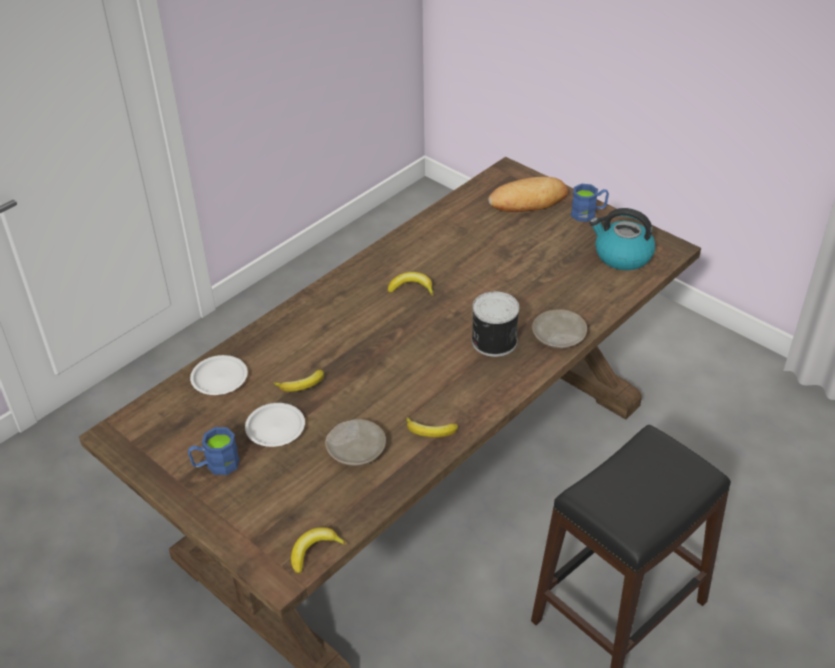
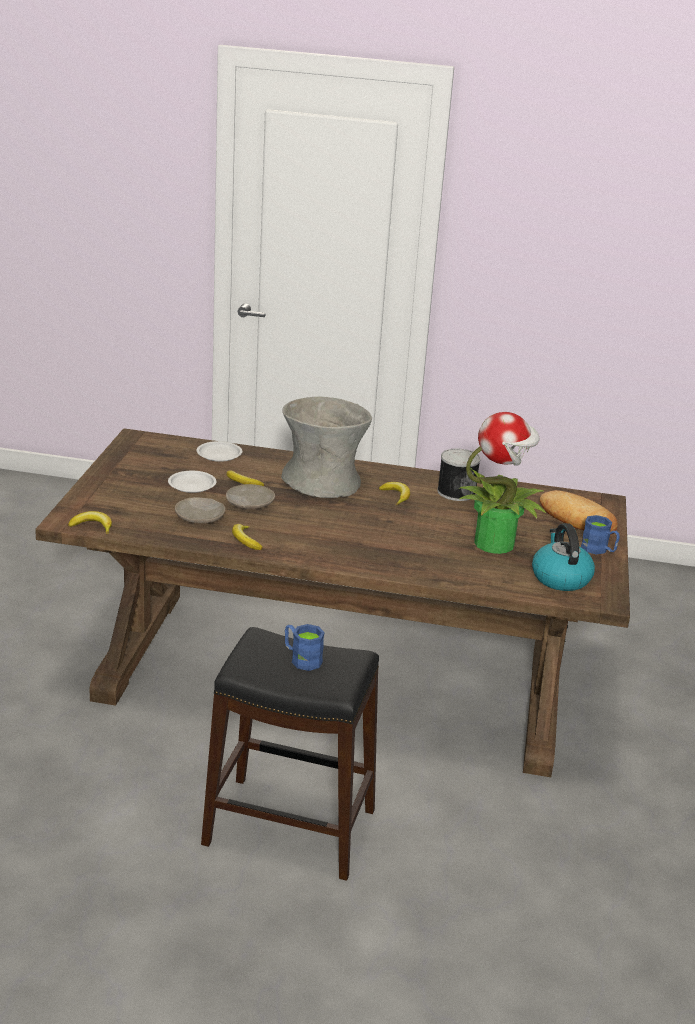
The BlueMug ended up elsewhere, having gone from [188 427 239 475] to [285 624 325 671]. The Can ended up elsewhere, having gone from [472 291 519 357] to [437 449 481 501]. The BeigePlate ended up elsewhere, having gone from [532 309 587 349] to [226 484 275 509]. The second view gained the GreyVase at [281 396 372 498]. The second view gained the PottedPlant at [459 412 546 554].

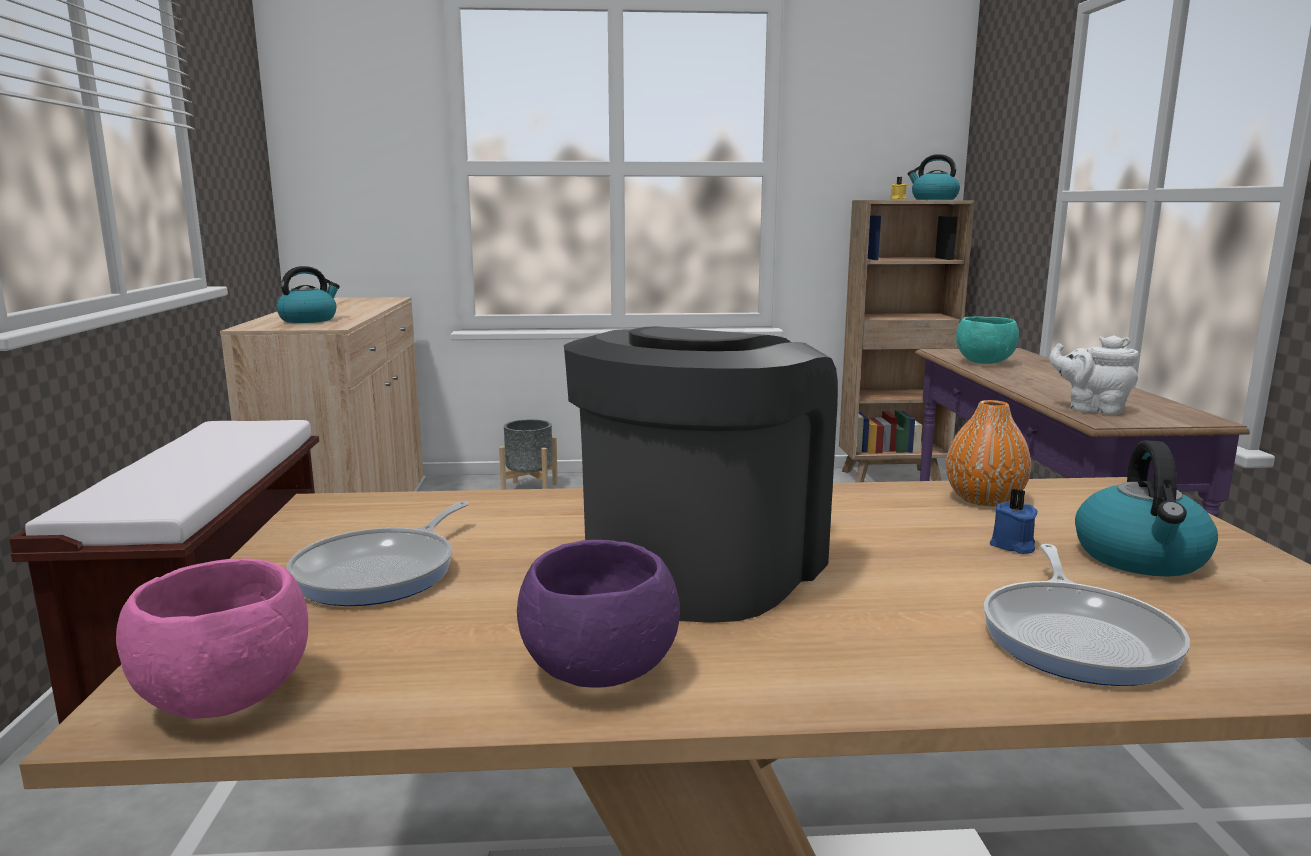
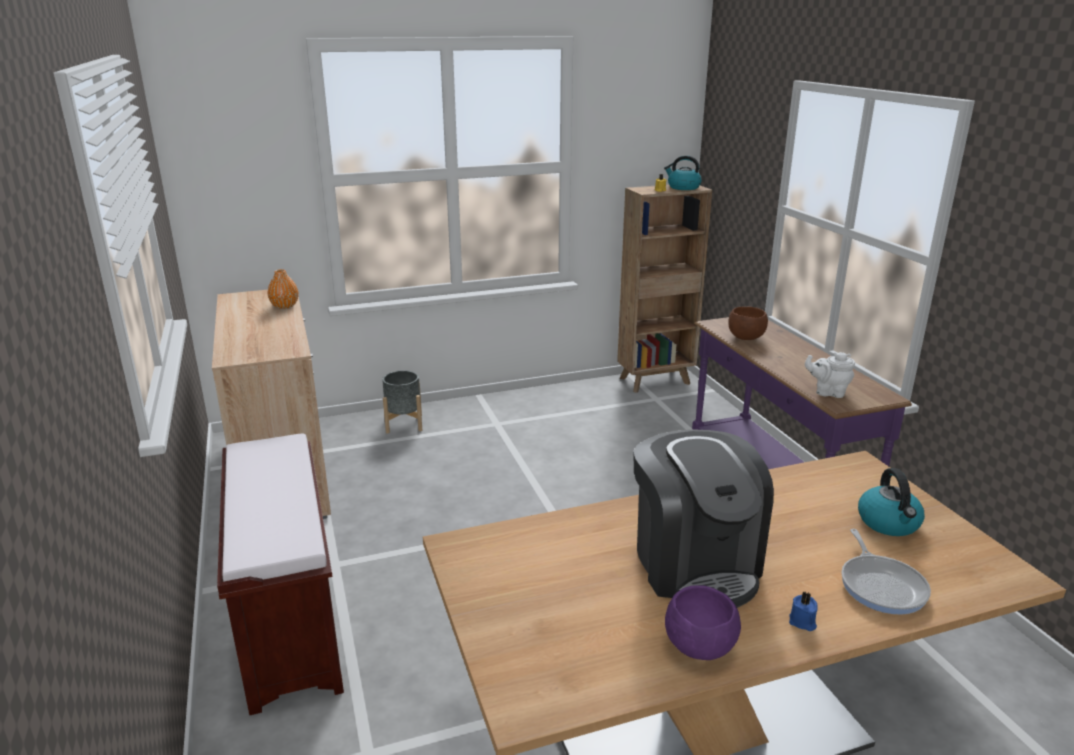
The second view lost the PinkBowl at [116 558 308 719]. The second view lost the Kettle at [276 266 340 323]. The second view lost the FryingPan at [286 501 468 606]. The CoffeeMachine at [564 326 838 623] ended up facing another way, 150 degrees clockwise from before. The OrangeVase ended up elsewhere, having gone from [946 400 1031 506] to [268 269 298 309]. What was the TurquoiseBowl at [956 316 1019 364] turned into the BrownBowl at [728 306 768 340]. The BlueCandle ended up elsewhere, having gone from [990 489 1038 554] to [789 592 818 631].

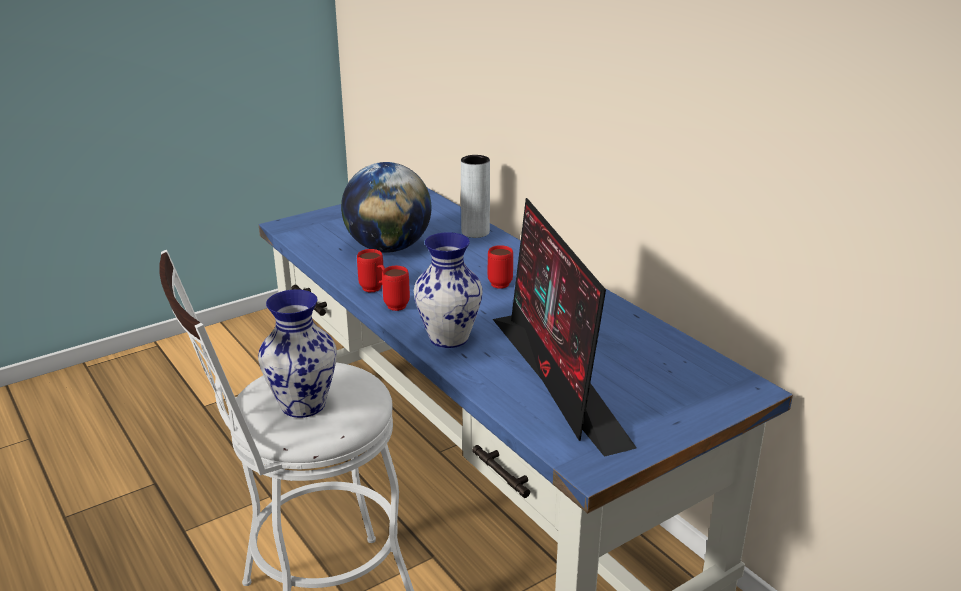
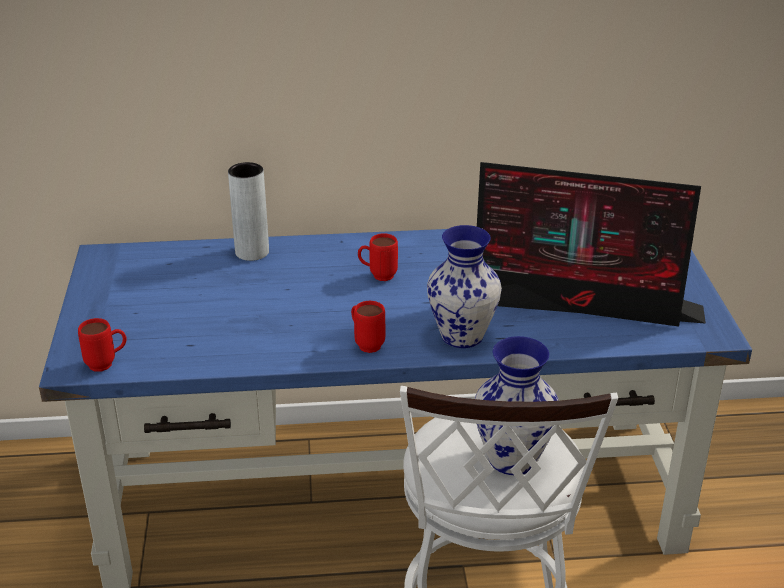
The second view lost the Globe at [341 162 431 253]. The RedMug ended up elsewhere, having gone from [357 249 385 292] to [78 318 127 372].

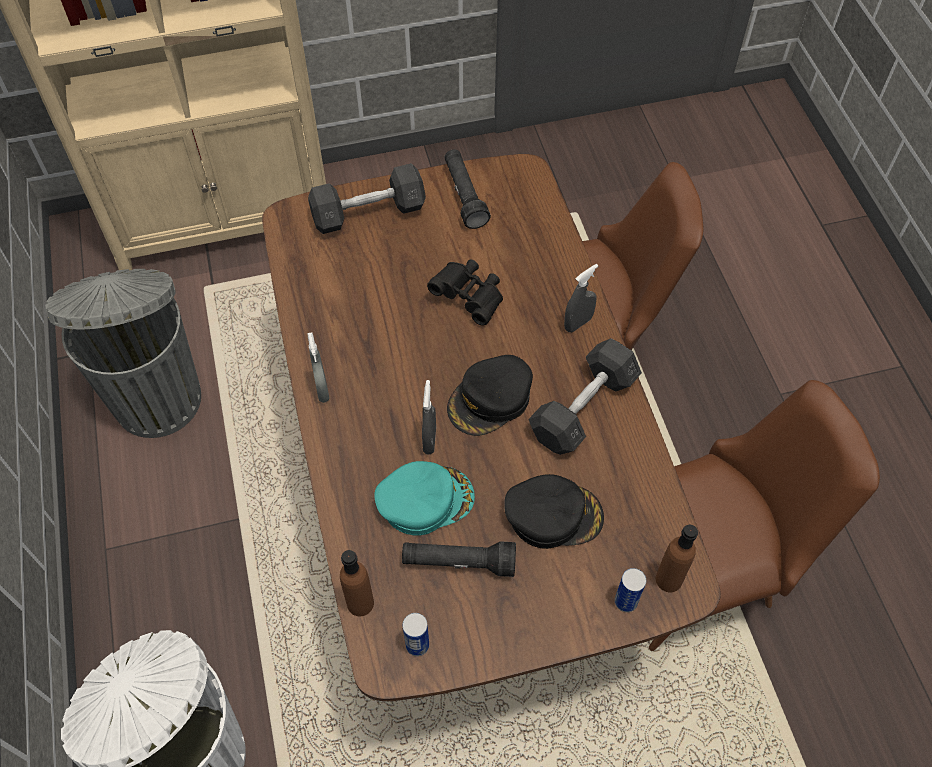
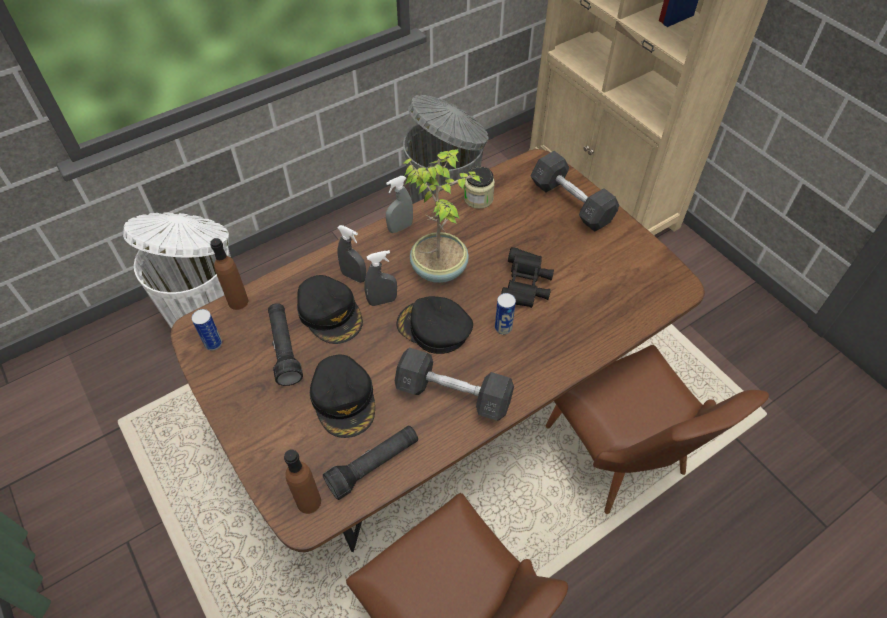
What was the TurquoiseCap at [374 461 475 536] turned into the BlackCap at [297 275 363 344]. The BlackFlashlight ended up elsewhere, having gone from [444 149 491 229] to [323 426 418 500]. The GreySprayBottle ended up elsewhere, having gone from [564 264 598 332] to [337 225 366 283]. The Can ended up elsewhere, having gone from [615 568 646 612] to [495 293 516 334]. The second view gained the PottedPlant at [403 149 482 283]. The second view gained the Jar at [464 166 495 209].

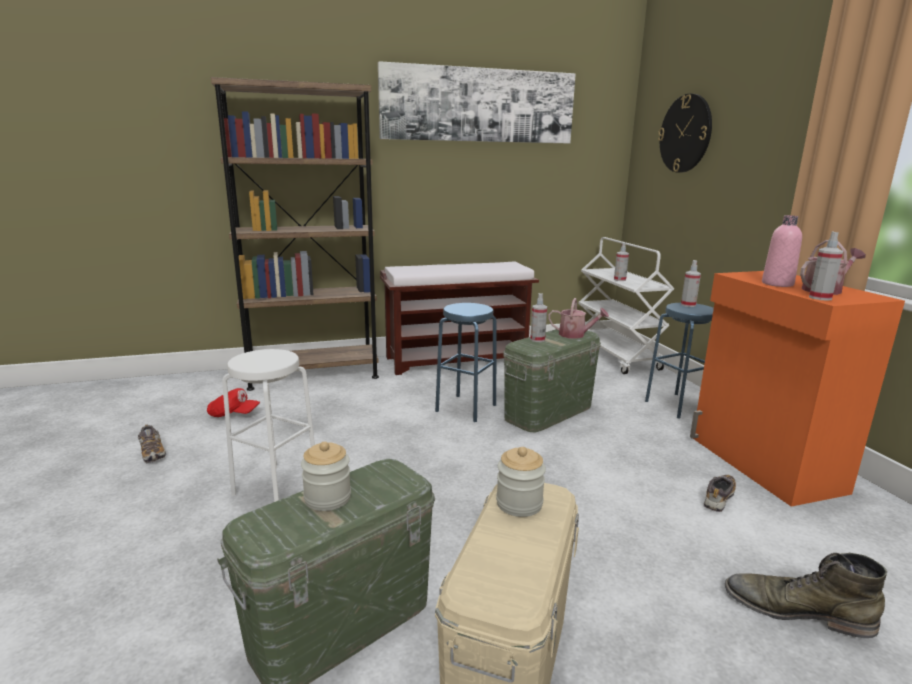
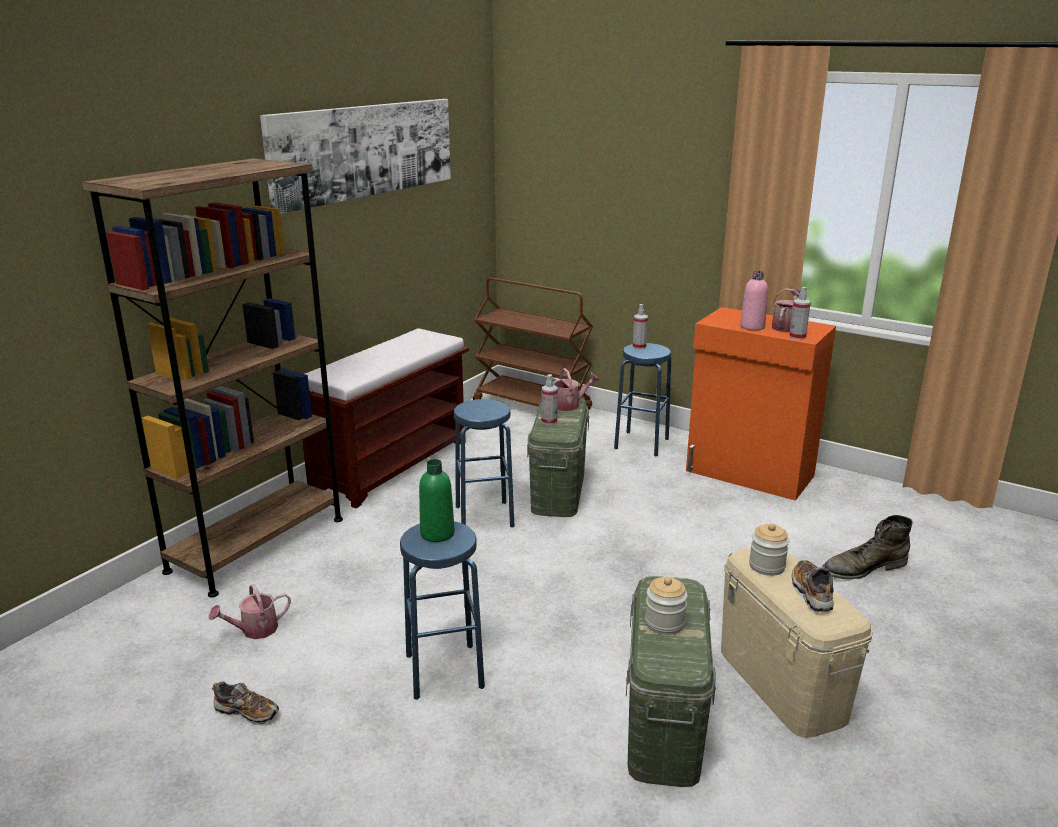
Where the RedCap stood at [207 388 260 417], the WateringCan came to stand at [209 584 291 639]. What was the WhiteStool at [222 349 315 502] turned into the BlueStool at [400 521 485 700]. What was the WhiteCart at [578 237 675 374] turned into the BrownCart at [473 278 593 410]. The second view lost the SprayBottle at [614 242 629 281]. The second view lost the WallClock at [658 94 712 173]. The Shoe ended up elsewhere, having gone from [704 475 736 512] to [792 560 834 613]. The second view gained the GreenBottle at [419 459 455 542].

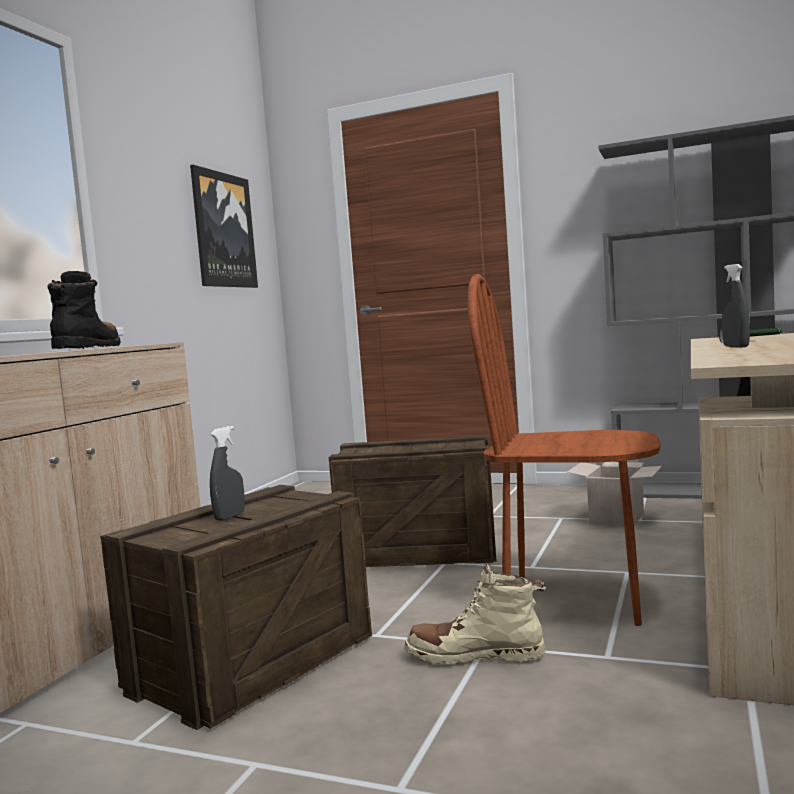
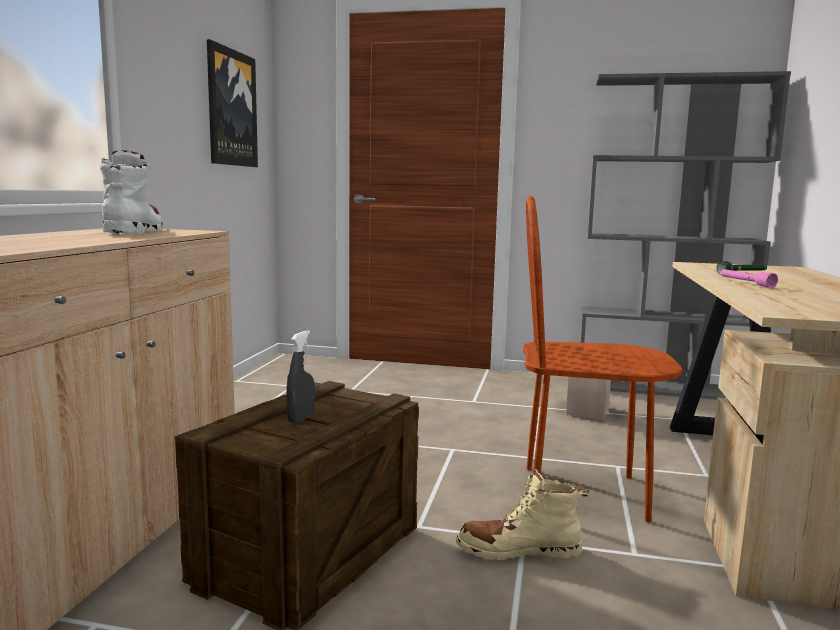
What was the BlackBoot at [48 271 121 349] turned into the WhiteBoot at [100 150 163 235]. The second view lost the Crate at [329 435 497 567]. Where the GreySprayBottle stood at [722 264 750 348], the PinkFlashlight came to stand at [721 269 778 288].

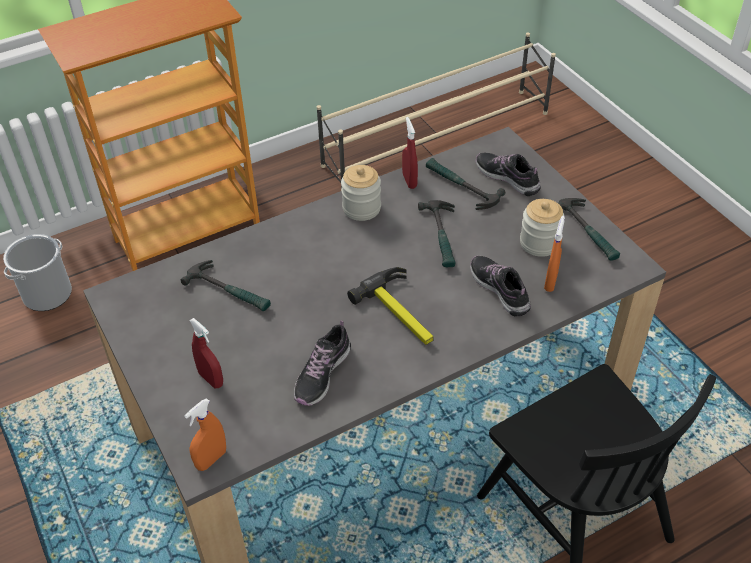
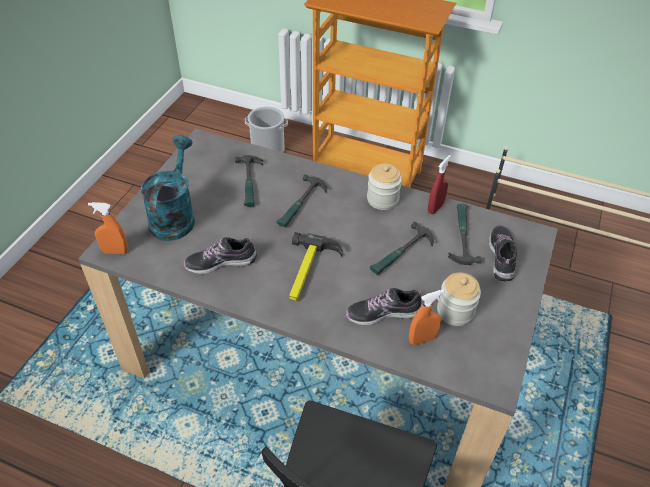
Where the RedSprayBottle stood at [190 318 223 388], the TurquoiseWateringCan came to stand at [141 135 195 241]. The Shoe at [470 256 531 316] ended up facing another way, 120 degrees counterclockwise from before. The Hammer ended up elsewhere, having gone from [558 198 620 261] to [277 174 327 227].

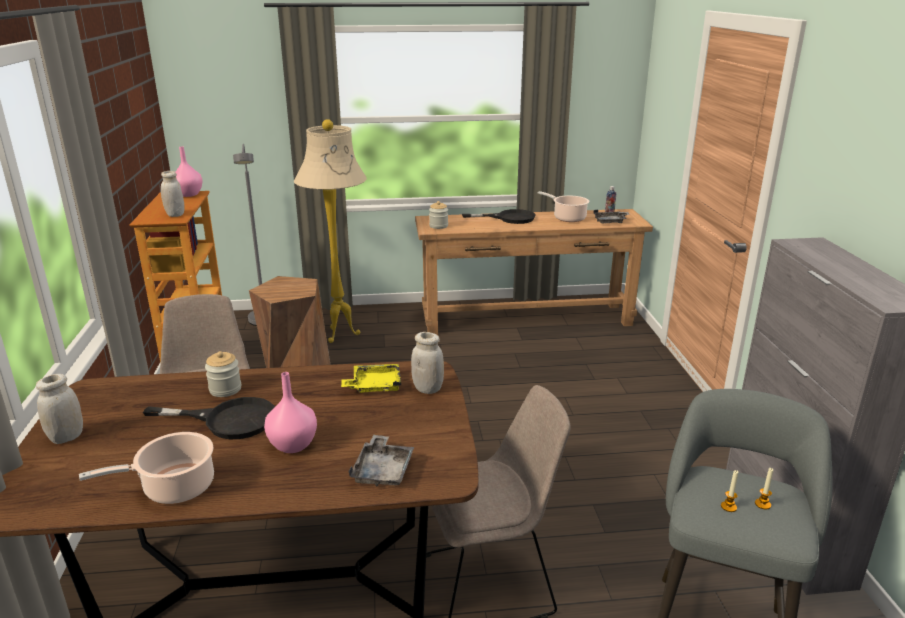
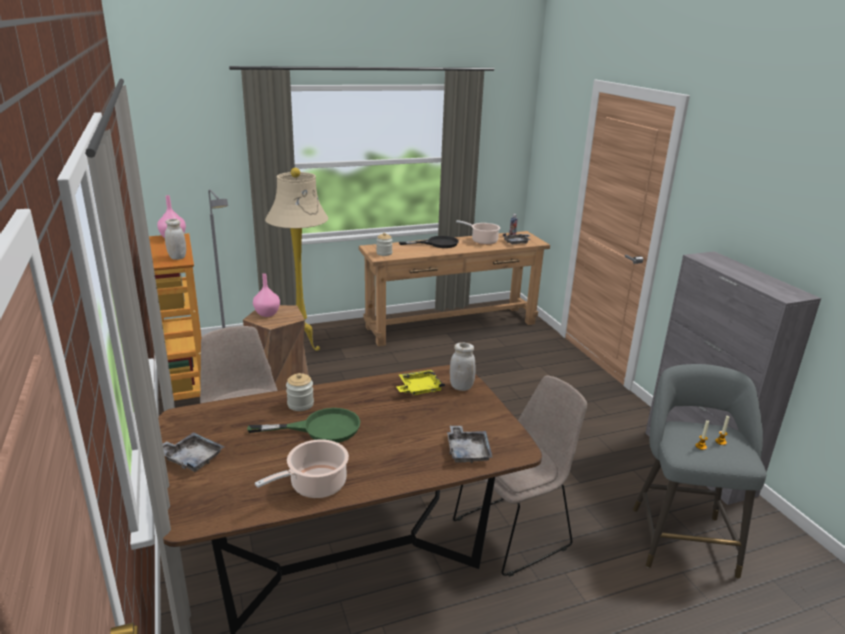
Where the WhiteJar stood at [36 374 83 444], the GreyTray came to stand at [163 432 225 472]. What was the BlackFryingPan at [143 397 275 439] turned into the GreenFryingPan at [247 408 360 443]. The PinkVase ended up elsewhere, having gone from [264 372 317 453] to [253 273 280 317].

